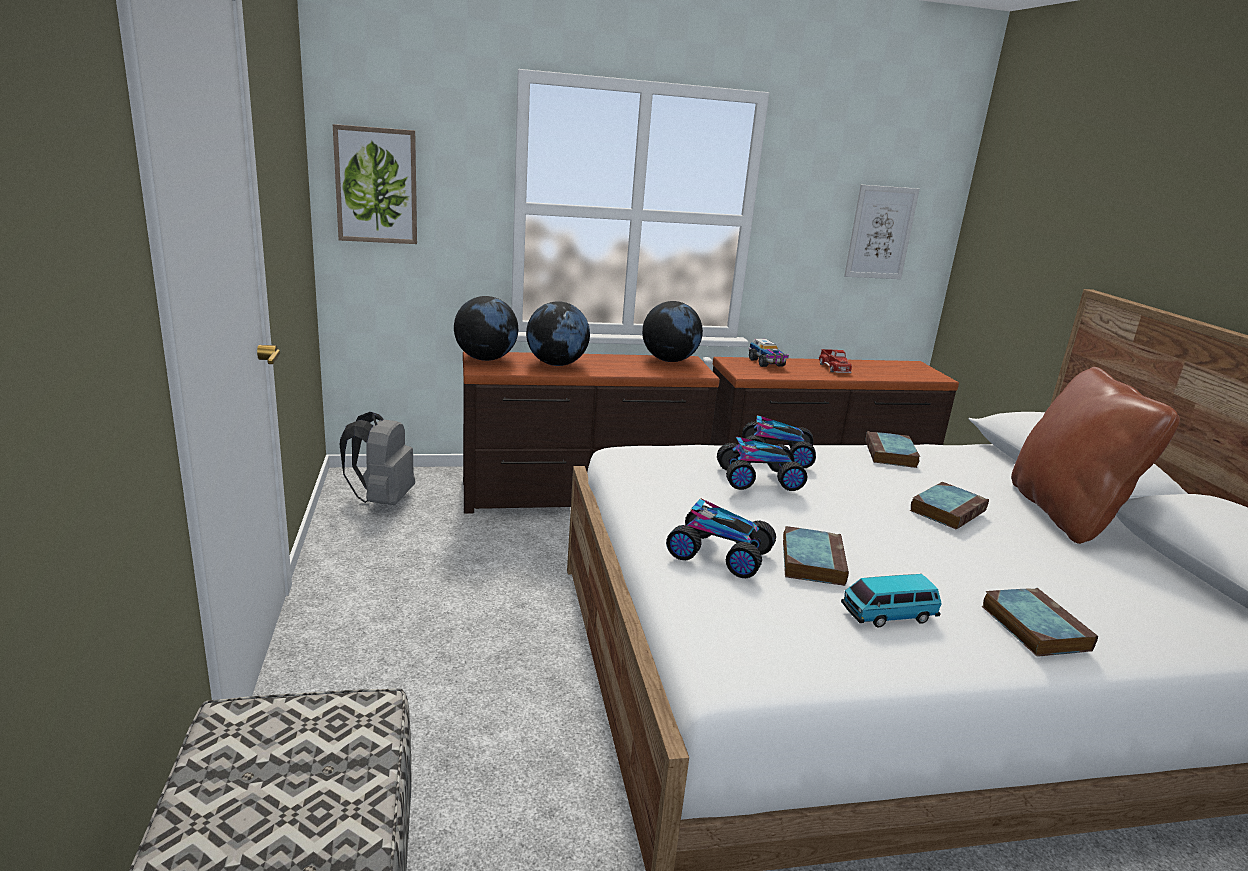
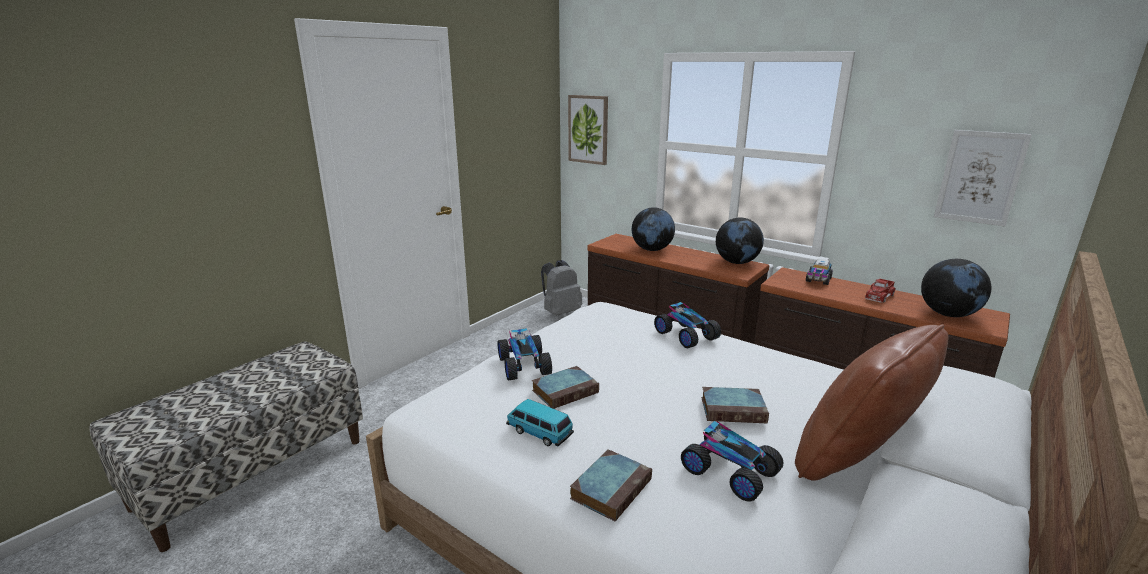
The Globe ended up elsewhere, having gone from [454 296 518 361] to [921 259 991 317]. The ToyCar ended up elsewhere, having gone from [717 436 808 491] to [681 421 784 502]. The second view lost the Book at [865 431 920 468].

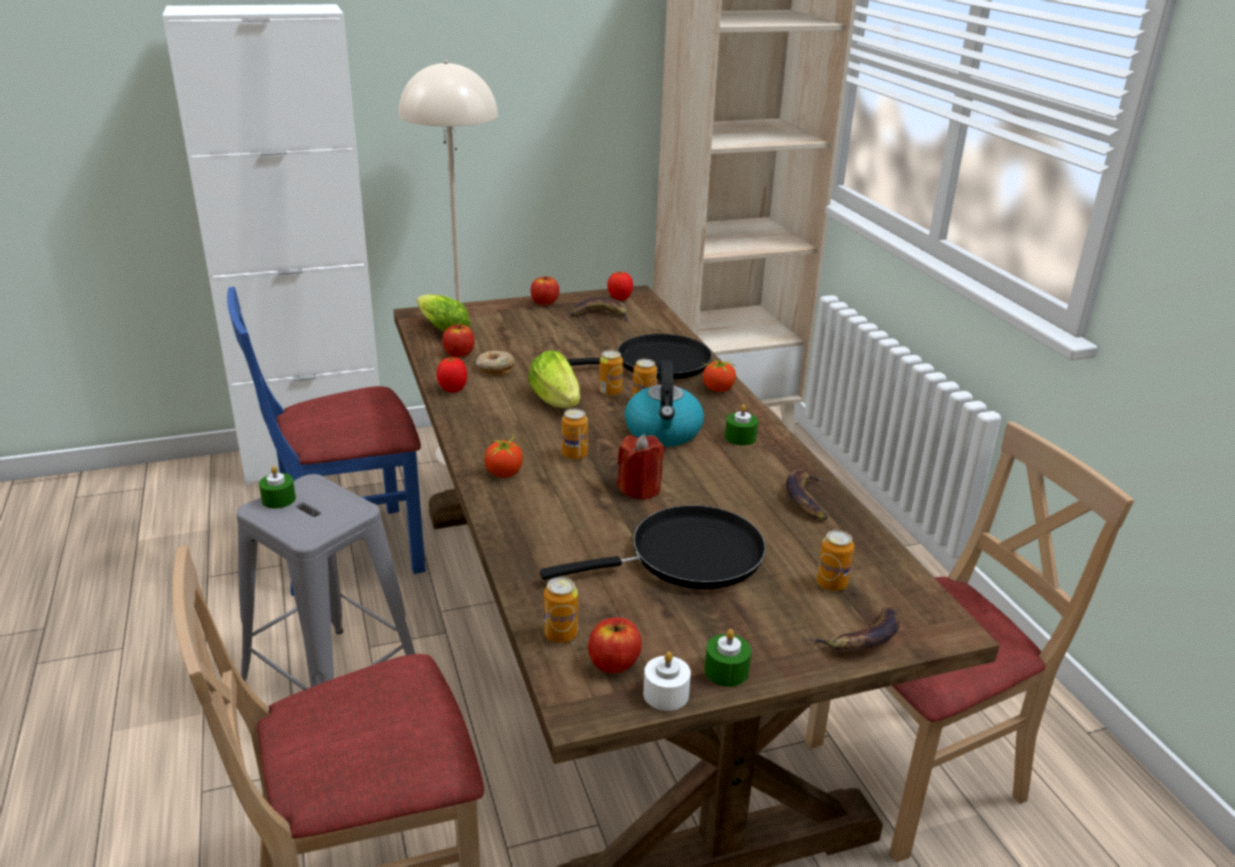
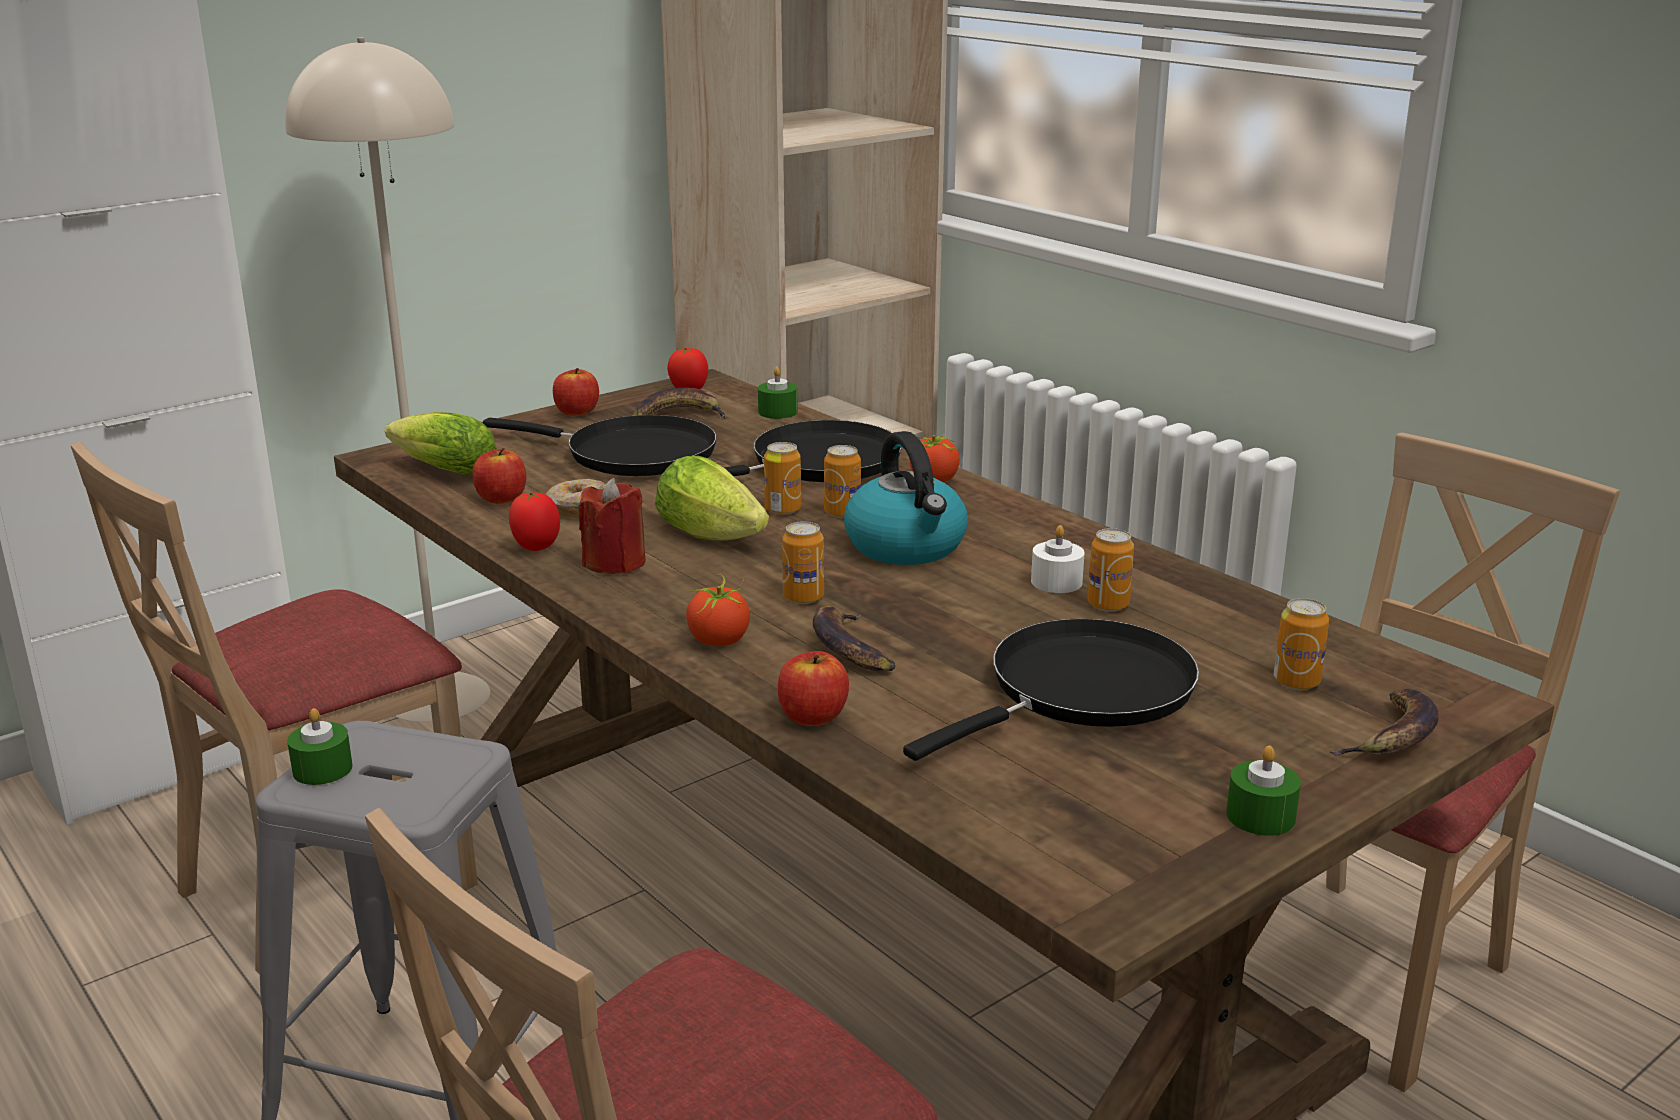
What was the BlueChair at [227 287 426 596] turned into the BeigeChair at [71 442 478 975]. The Can ended up elsewhere, having gone from [544 577 578 643] to [1088 528 1134 612]. The Apple ended up elsewhere, having gone from [588 618 642 674] to [778 651 849 726]. The RedCandle ended up elsewhere, having gone from [617 434 664 500] to [579 478 646 574]. The WhiteCandle ended up elsewhere, having gone from [643 652 691 711] to [1031 525 1085 593]. The GreenCandle ended up elsewhere, having gone from [725 404 758 446] to [758 367 798 419]. The Banana ended up elsewhere, having gone from [786 470 828 520] to [813 606 896 671]. The second view gained the BlackFryingPan at [483 415 717 476].

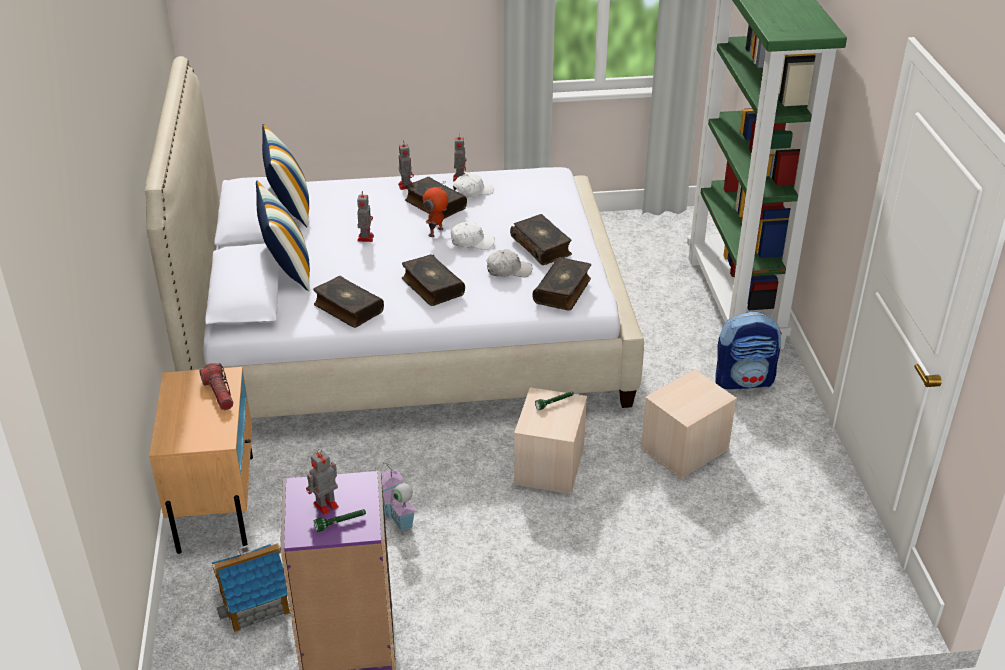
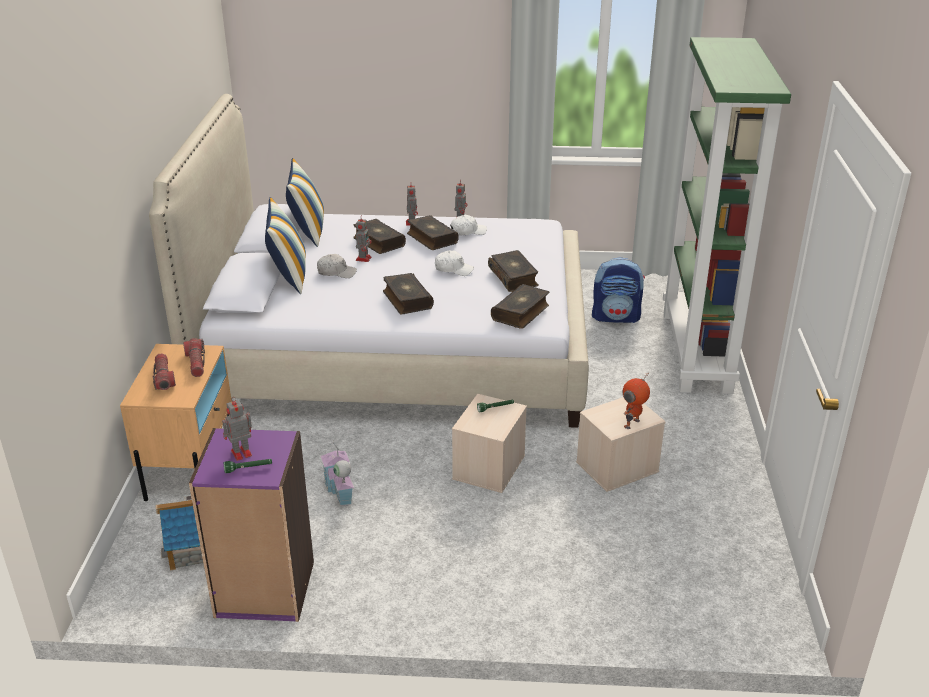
The Book ended up elsewhere, having gone from [313 276 384 328] to [353 219 406 254]. The ToyRobot ended up elsewhere, having gone from [423 181 448 237] to [623 373 650 429]. The WhiteCap ended up elsewhere, having gone from [486 249 532 277] to [317 254 357 278]. The Backpack ended up elsewhere, having gone from [716 311 782 389] to [592 257 645 323]. The second view gained the Flashlight at [152 353 176 390].

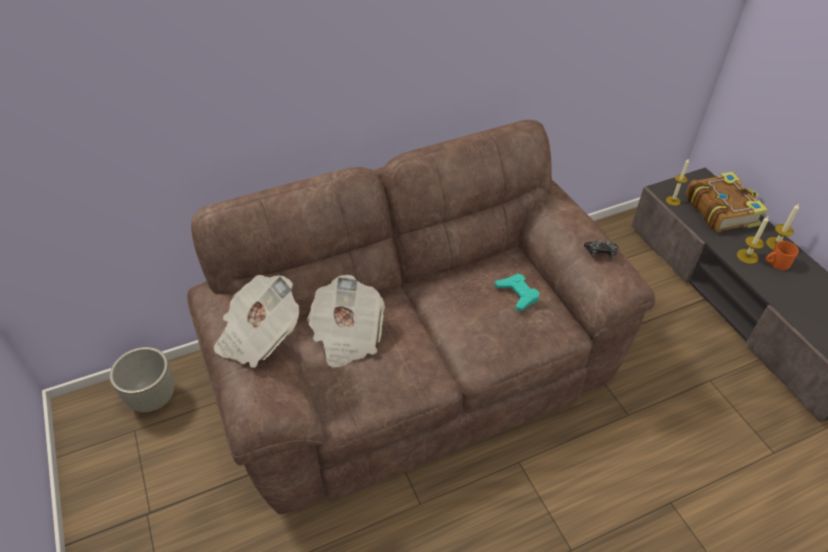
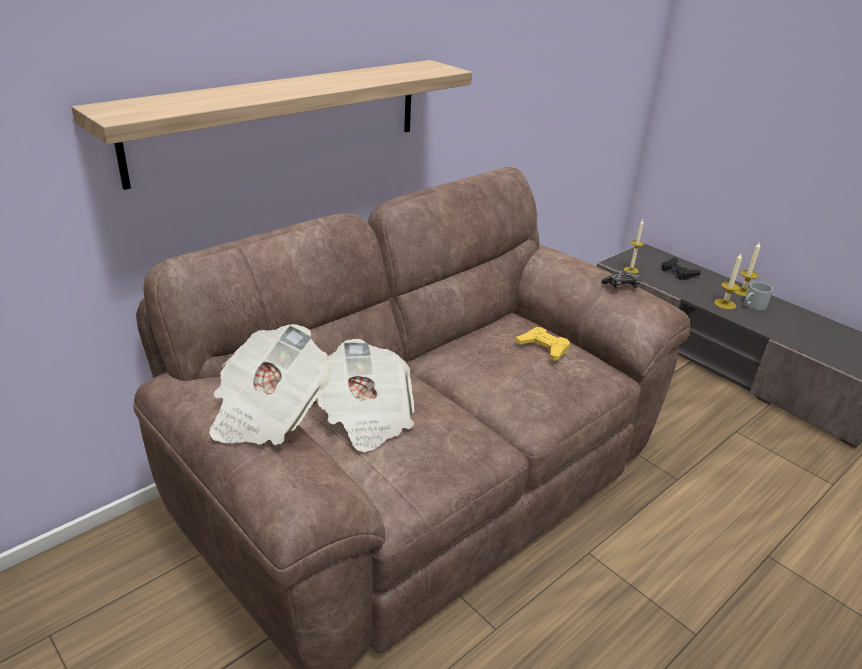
The second view lost the GreyPlanter at [110 347 174 412]. What was the TurquoiseGameController at [494 274 540 311] turned into the YellowGameController at [516 327 570 361]. Where the Book stood at [686 172 768 232], the BlackGameController came to stand at [662 257 701 280]. What was the OrangeMug at [765 241 799 270] turned into the GreyMug at [744 282 773 311]. The second view gained the Shelf at [71 60 472 190].

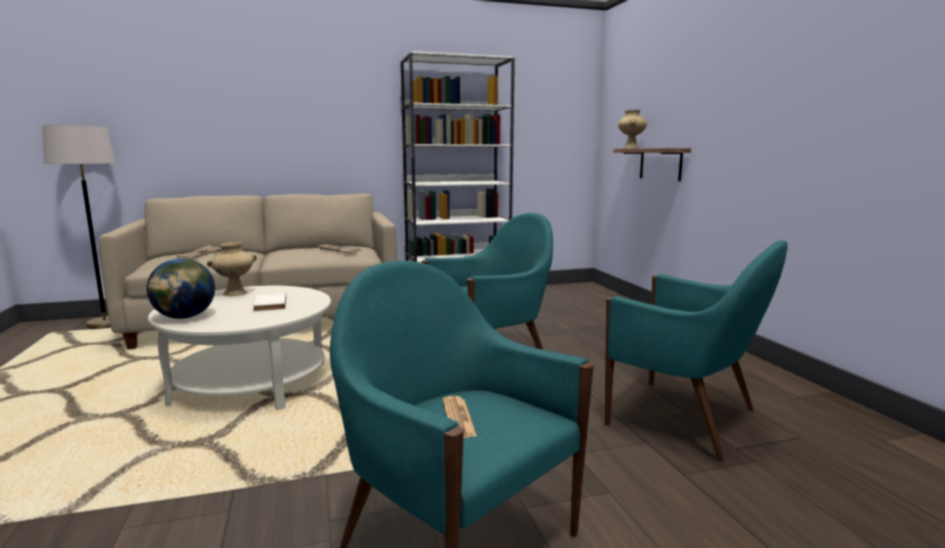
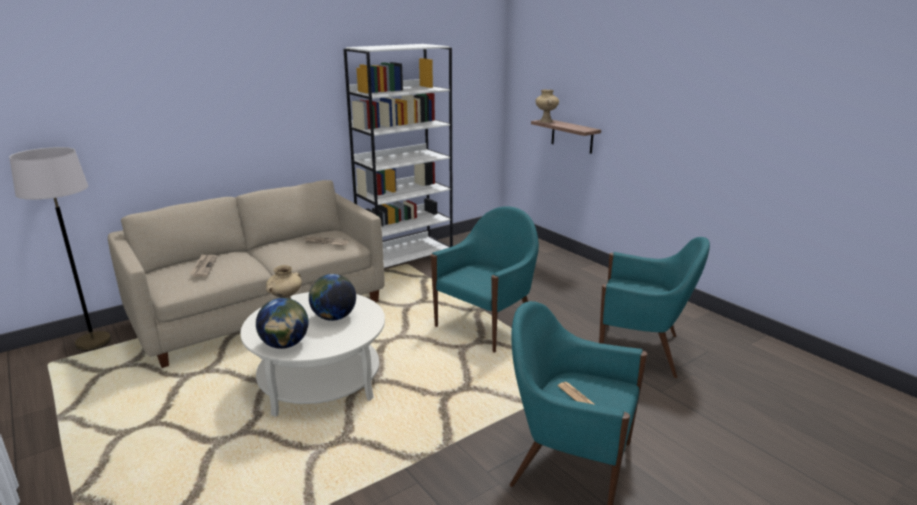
Where the WhiteBook stood at [253 293 286 311], the Globe came to stand at [309 274 356 321].

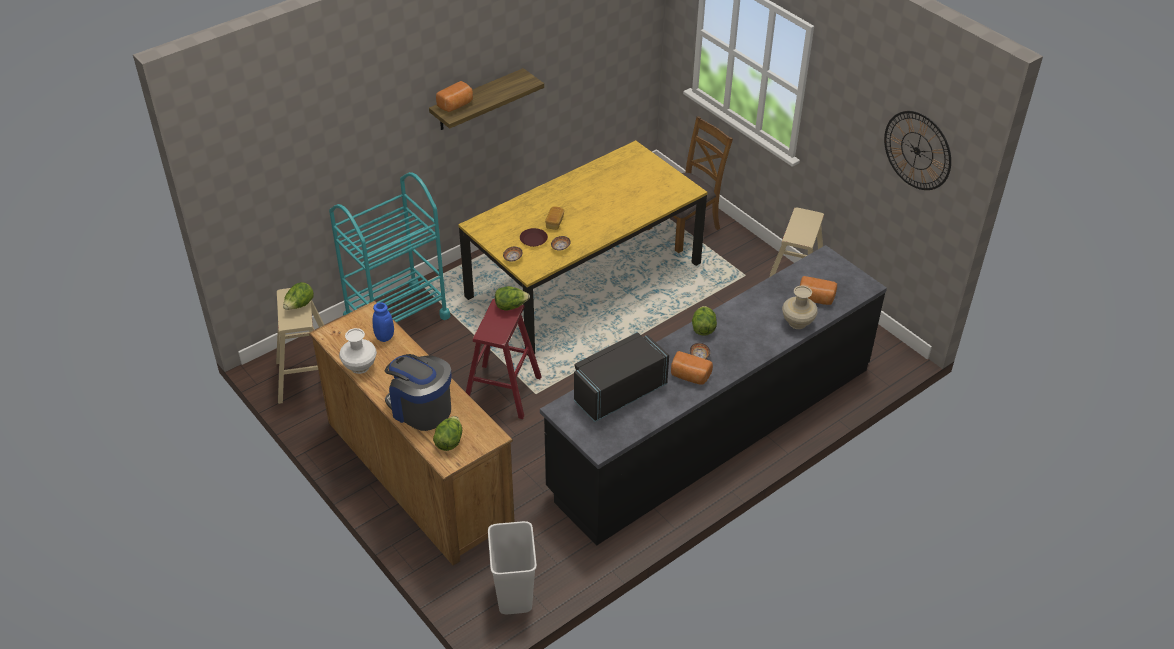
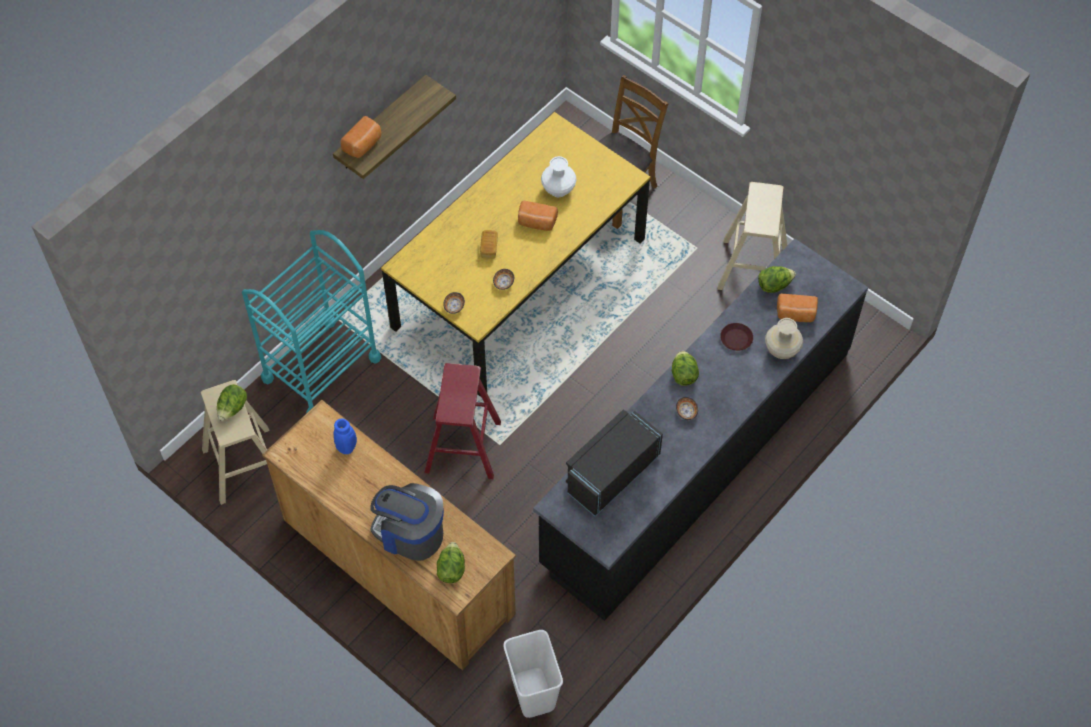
The WhiteVase ended up elsewhere, having gone from [339 328 377 374] to [541 156 577 197]. The Lettuce ended up elsewhere, having gone from [495 286 530 311] to [758 266 796 293]. The BrownPlate ended up elsewhere, having gone from [520 228 548 247] to [720 323 753 351]. The Bread ended up elsewhere, having gone from [671 351 713 385] to [518 200 558 231]. The second view lost the WallClock at [884 111 951 190].

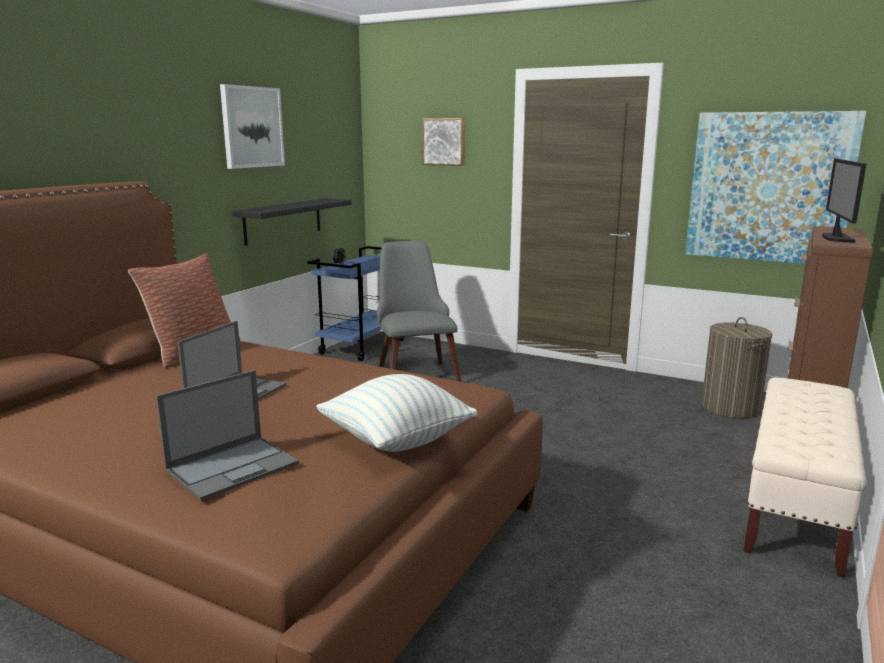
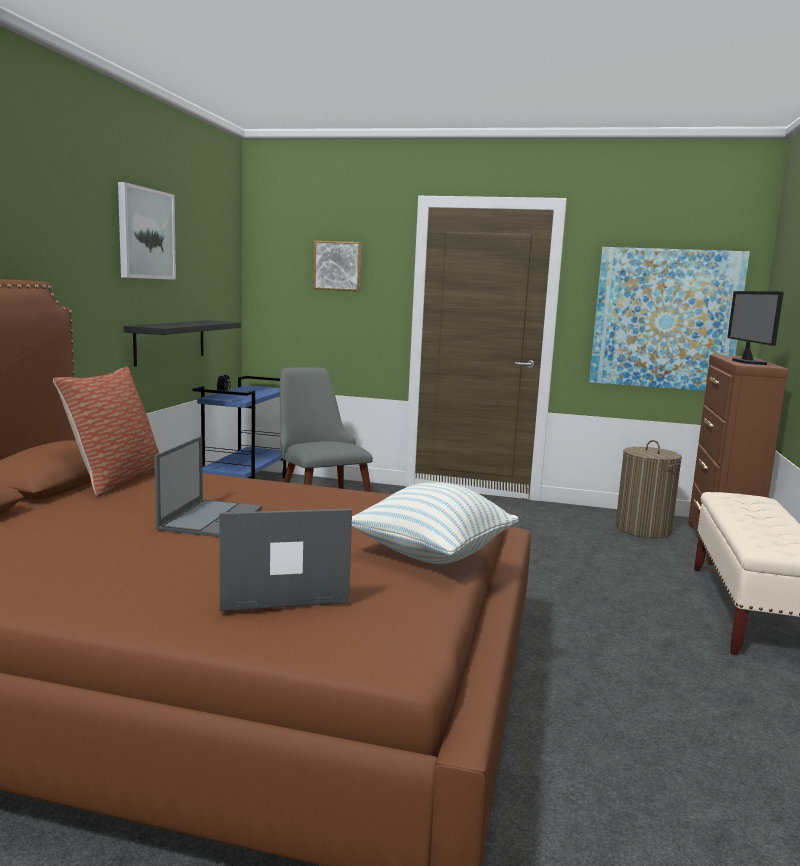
The Laptop at [156 370 299 501] ended up facing another way, 135 degrees counterclockwise from before.

